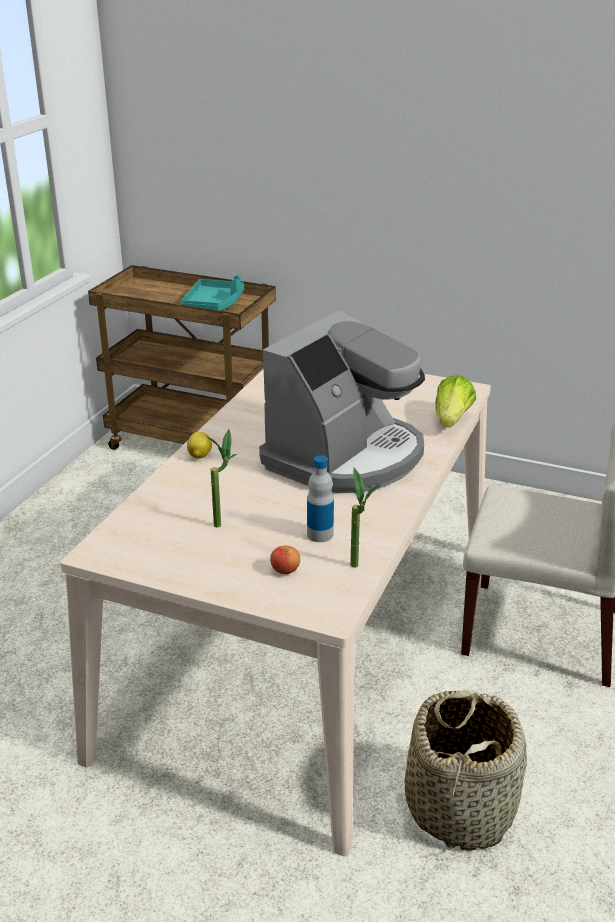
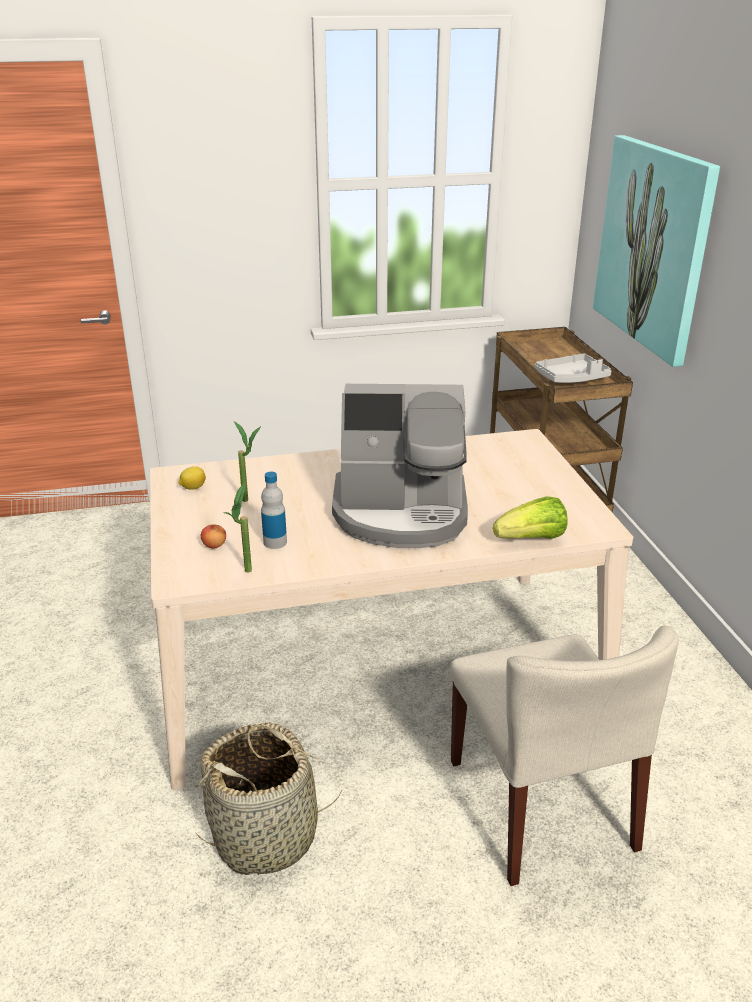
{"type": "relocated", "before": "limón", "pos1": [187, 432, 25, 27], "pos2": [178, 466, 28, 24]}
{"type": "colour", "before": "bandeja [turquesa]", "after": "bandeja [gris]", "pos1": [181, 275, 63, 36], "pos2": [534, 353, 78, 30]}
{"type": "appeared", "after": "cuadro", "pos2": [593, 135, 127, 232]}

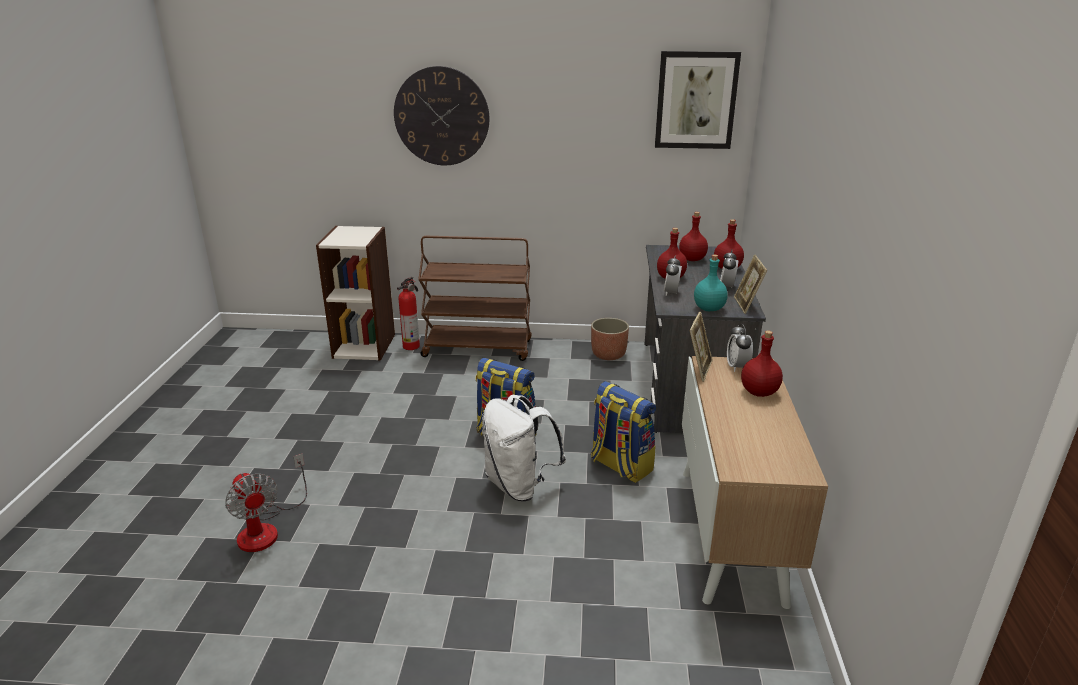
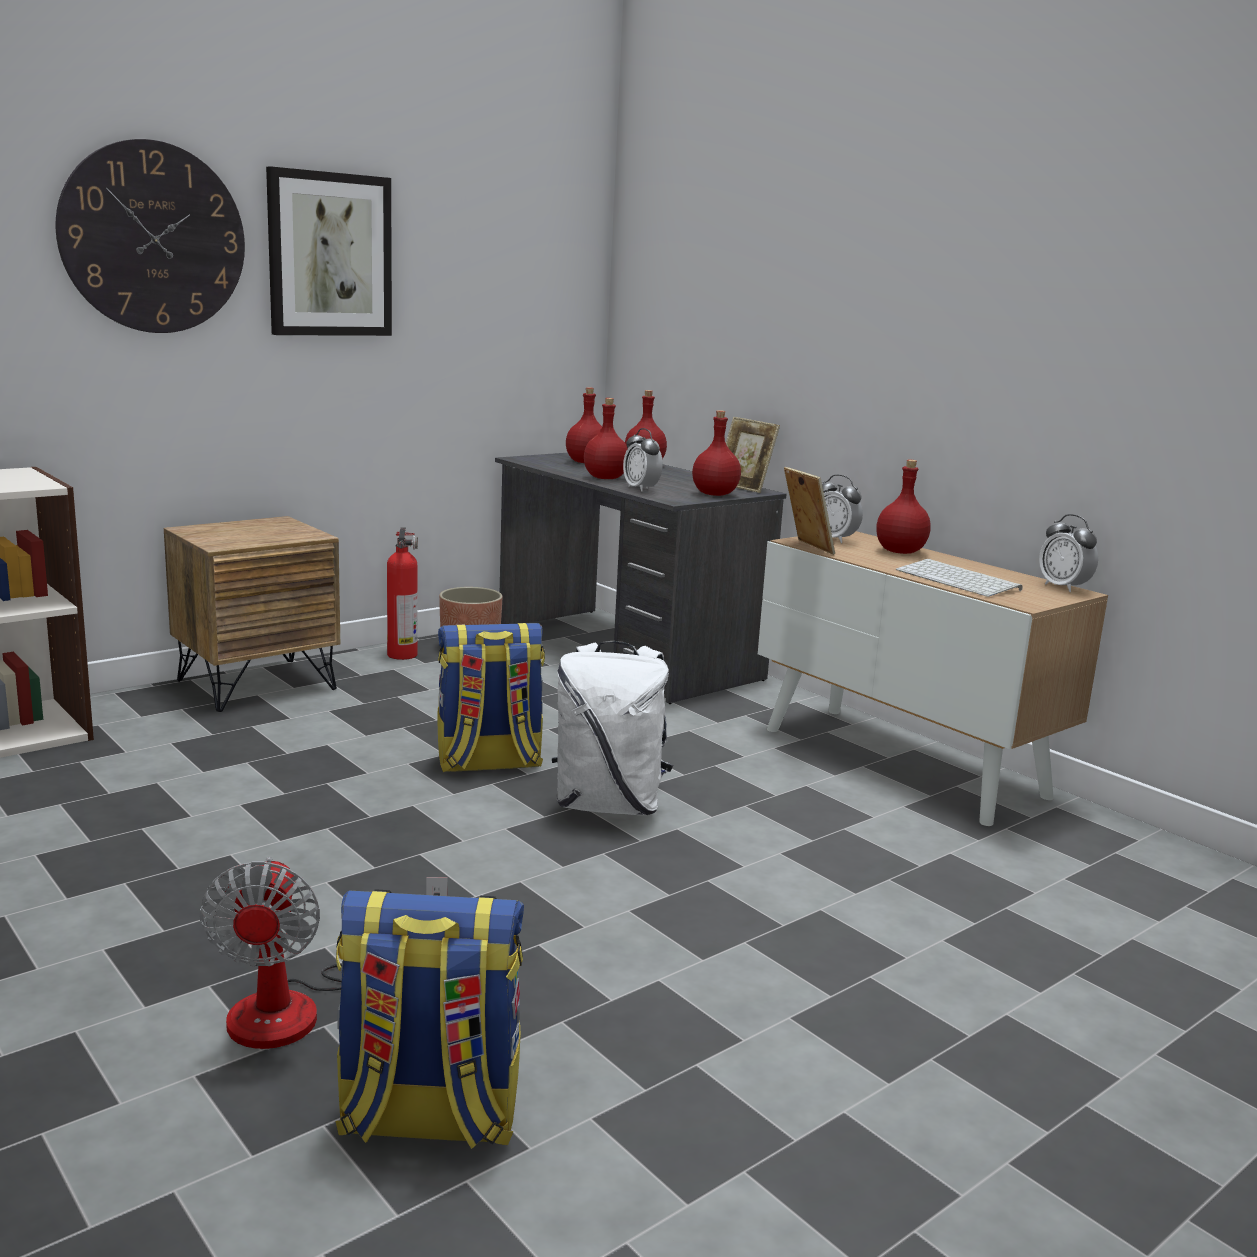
{"type": "exchanged", "before": "carrito [marrón]", "after": "mesita de noche [marrón]", "pos1": [418, 236, 114, 125], "pos2": [164, 516, 176, 196]}
{"type": "spun", "before": "ventilador", "pos1": [225, 453, 82, 99], "pos2": [199, 857, 249, 192], "turn": 75}
{"type": "relocated", "before": "cuadro", "pos1": [655, 51, 86, 98], "pos2": [266, 166, 126, 170]}
{"type": "relocated", "before": "mochila", "pos1": [591, 381, 65, 102], "pos2": [336, 889, 188, 260]}
{"type": "relocated", "before": "extintor", "pos1": [397, 277, 23, 73], "pos2": [387, 528, 31, 132]}
{"type": "colour", "before": "botella [turquesa]", "after": "botella [rojo]", "pos1": [694, 254, 34, 57], "pos2": [692, 410, 49, 86]}
{"type": "appeared", "after": "teclado", "pos2": [896, 559, 127, 38]}
{"type": "relocated", "before": "despertador", "pos1": [720, 250, 18, 38], "pos2": [1039, 514, 59, 78]}

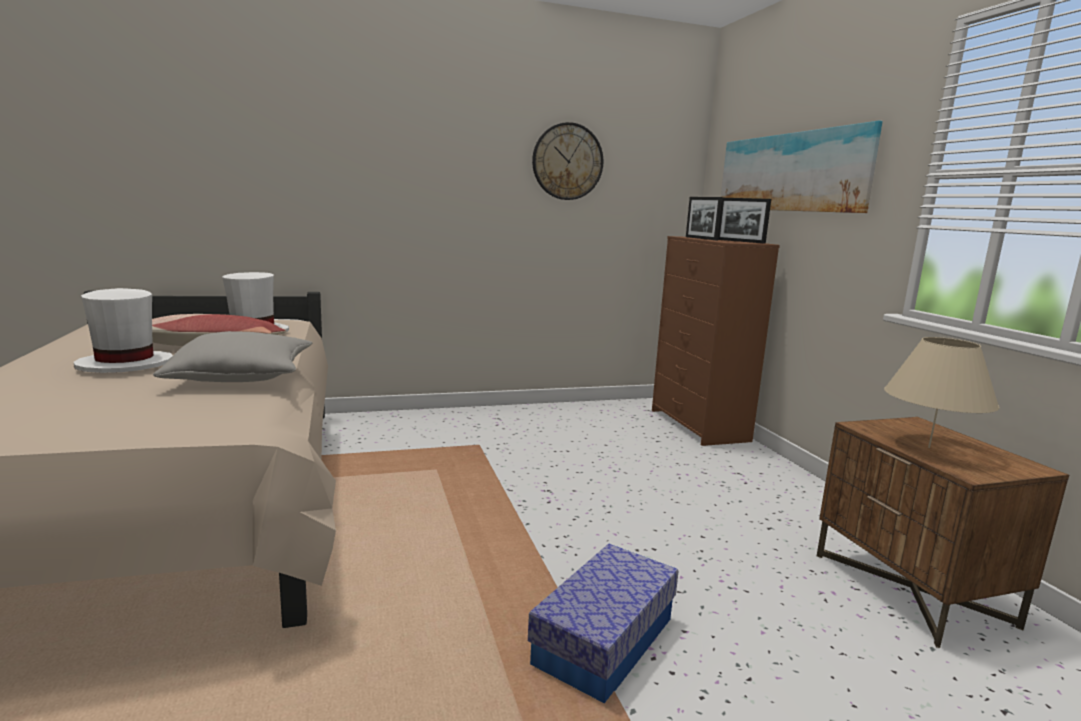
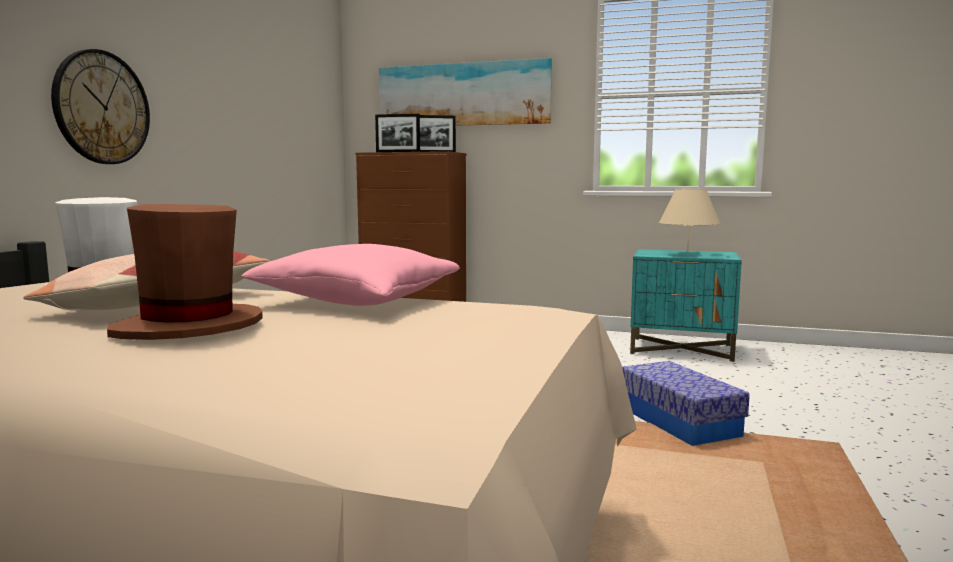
{"type": "relocated", "before": "reloj de pared", "pos1": [532, 122, 71, 78], "pos2": [51, 49, 99, 115]}
{"type": "colour", "before": "sombrero [blanco]", "after": "sombrero [marrón]", "pos1": [74, 288, 99, 85], "pos2": [107, 204, 156, 136]}
{"type": "colour", "before": "cojín [gris]", "after": "cojín [rosa]", "pos1": [153, 331, 159, 51], "pos2": [241, 244, 219, 62]}
{"type": "colour", "before": "mesita de noche [marrón]", "after": "mesita de noche [turquesa]", "pos1": [816, 417, 253, 231], "pos2": [630, 249, 112, 113]}

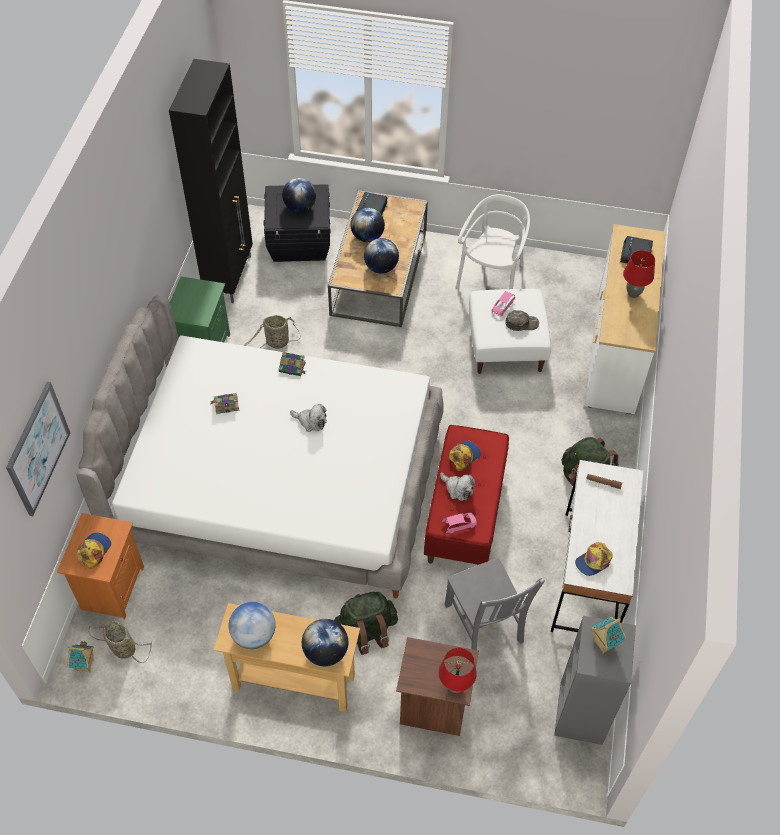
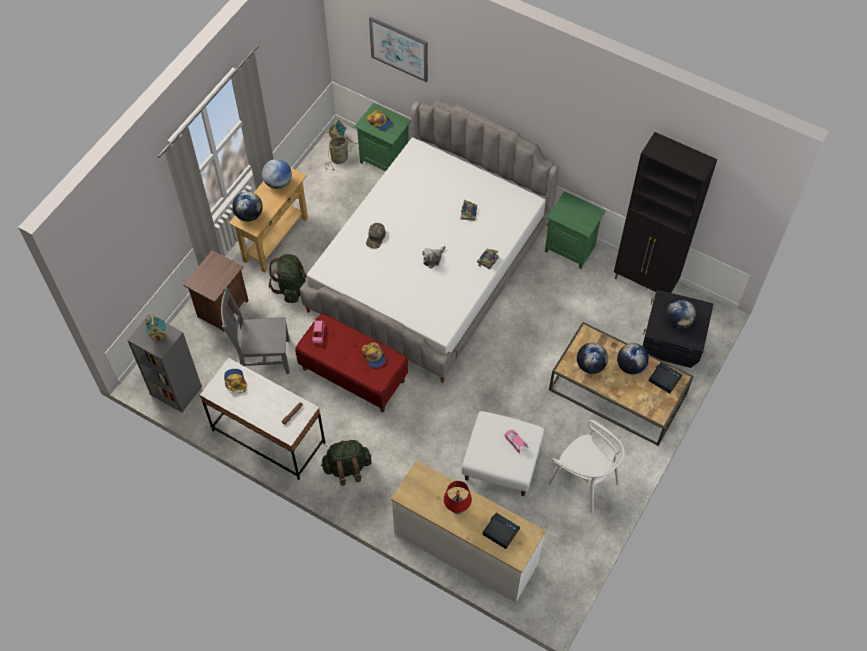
{"type": "colour", "before": "mesita de noche [naranja]", "after": "mesita de noche [verde]", "pos1": [57, 513, 87, 107], "pos2": [354, 103, 57, 68]}
{"type": "relocated", "before": "gorra [verde]", "pos1": [505, 310, 34, 21], "pos2": [366, 223, 20, 26]}
{"type": "missing", "before": "cesta", "pos1": [244, 315, 57, 34]}
{"type": "missing", "before": "lámpara de mesa [rojo]", "pos1": [439, 647, 38, 46]}
{"type": "missing", "before": "peluche", "pos1": [440, 472, 35, 29]}

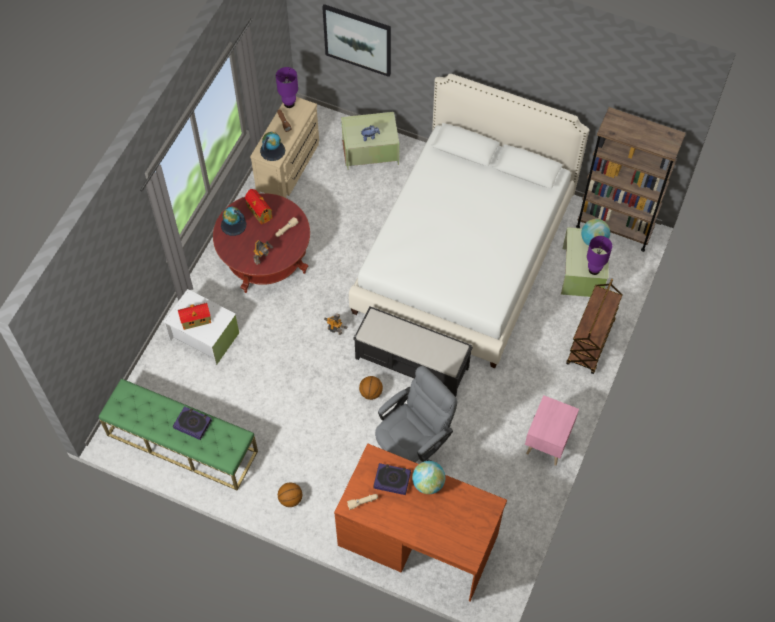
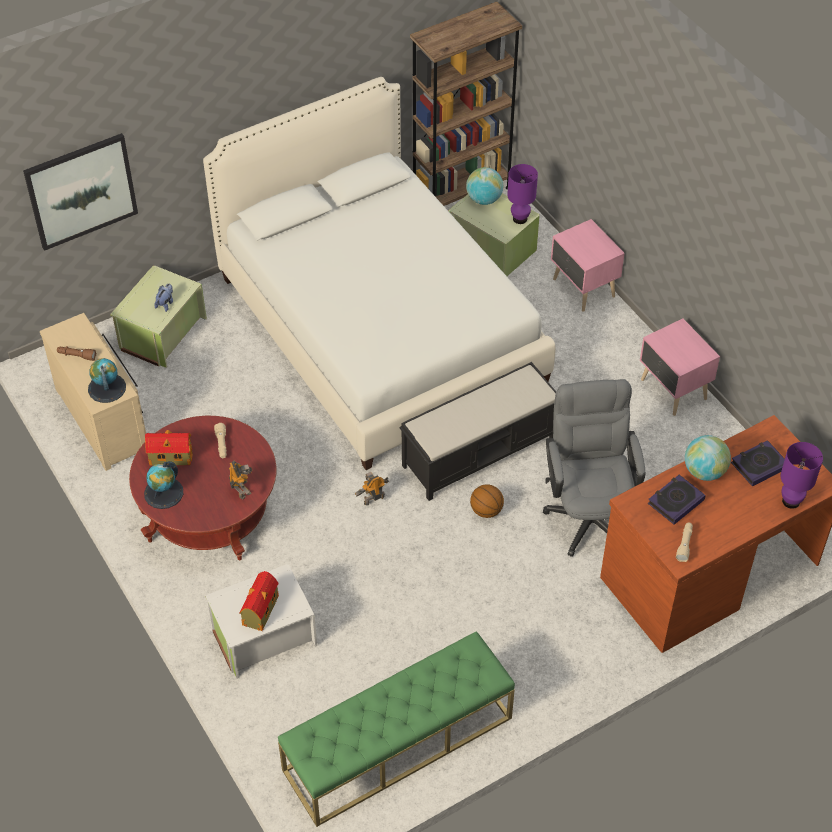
{"type": "exchanged", "before": "carrito [marrón]", "after": "mesita de noche [rosa]", "pos1": [566, 279, 57, 95], "pos2": [551, 219, 74, 93]}
{"type": "relocated", "before": "libro", "pos1": [173, 406, 39, 34], "pos2": [731, 440, 54, 47]}
{"type": "relocated", "before": "lámpara de mesa [morado]", "pos1": [276, 67, 22, 41], "pos2": [781, 442, 42, 67]}
{"type": "missing", "before": "balón de baloncesto", "pos1": [278, 482, 24, 25]}

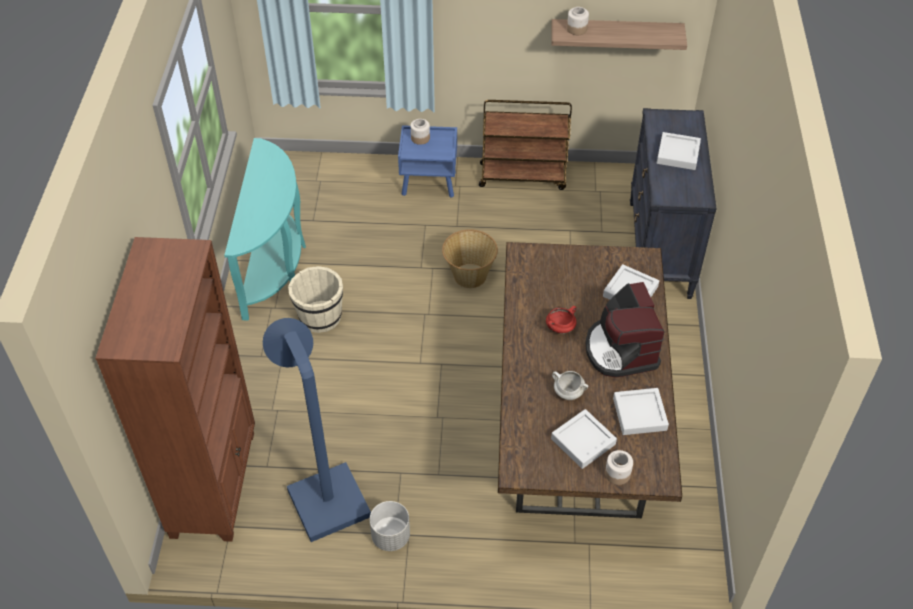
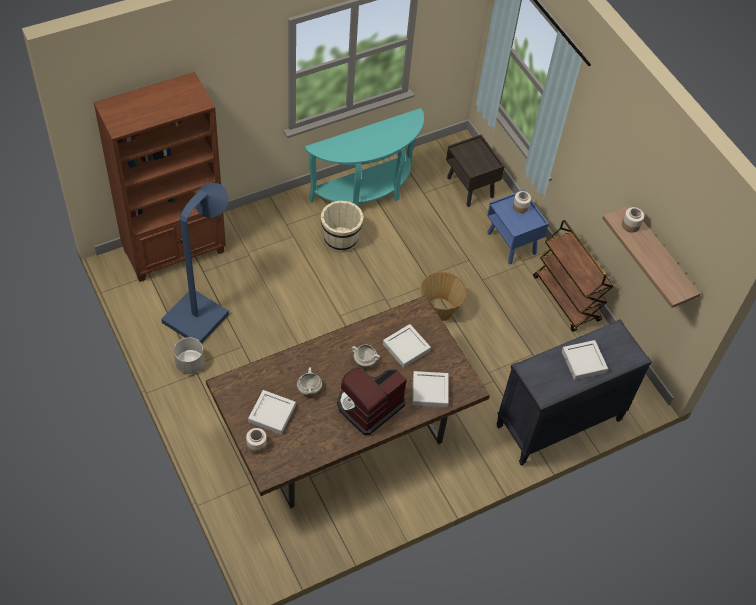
{"type": "colour", "before": "olla [rojo]", "after": "olla [blanco]", "pos1": [546, 306, 31, 28], "pos2": [352, 344, 28, 23]}
{"type": "relocated", "before": "bandeja [gris]", "pos1": [613, 388, 56, 47], "pos2": [383, 324, 48, 44]}
{"type": "appeared", "after": "mesita de noche [marrón]", "pos2": [446, 135, 59, 72]}

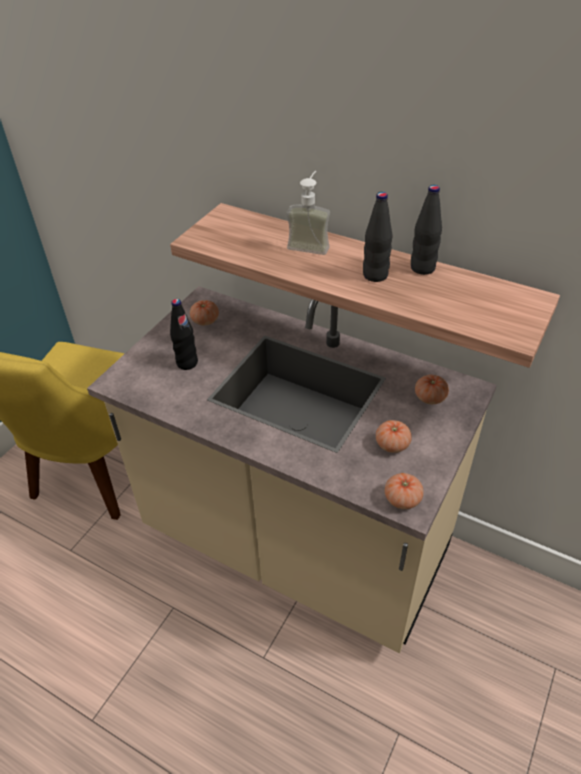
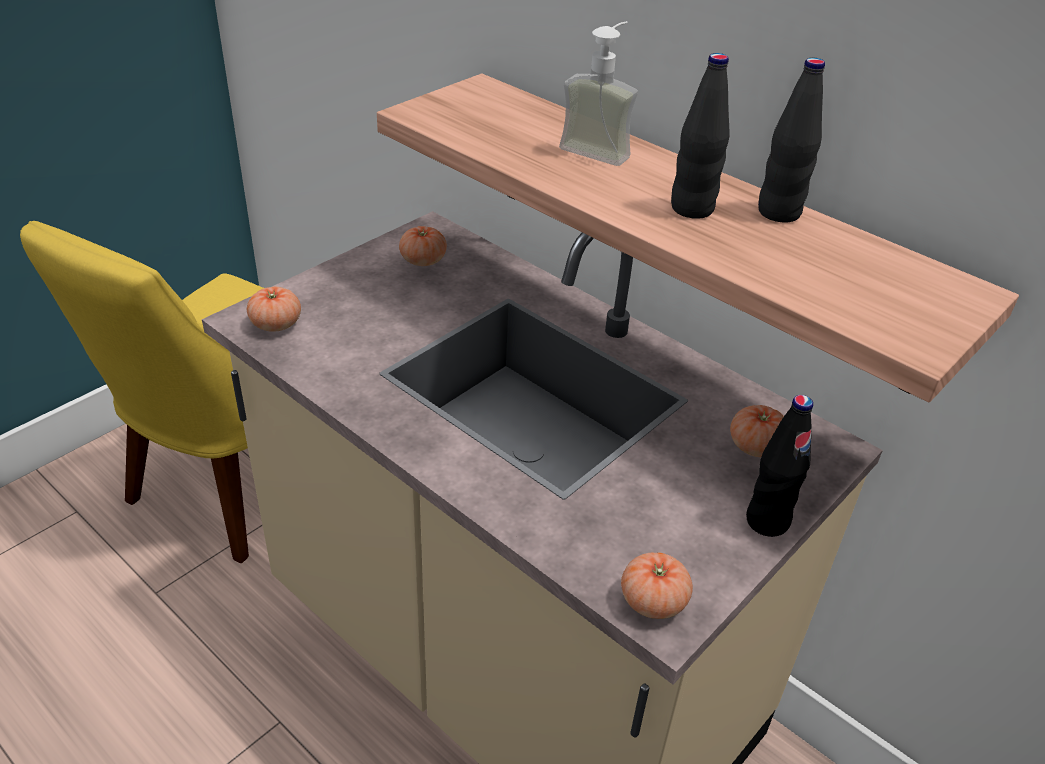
{"type": "relocated", "before": "tomate", "pos1": [376, 420, 36, 33], "pos2": [247, 287, 54, 45]}
{"type": "relocated", "before": "botella [negro]", "pos1": [170, 299, 28, 71], "pos2": [746, 395, 67, 142]}

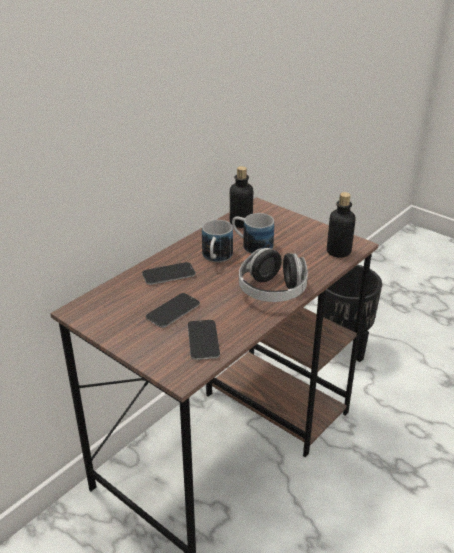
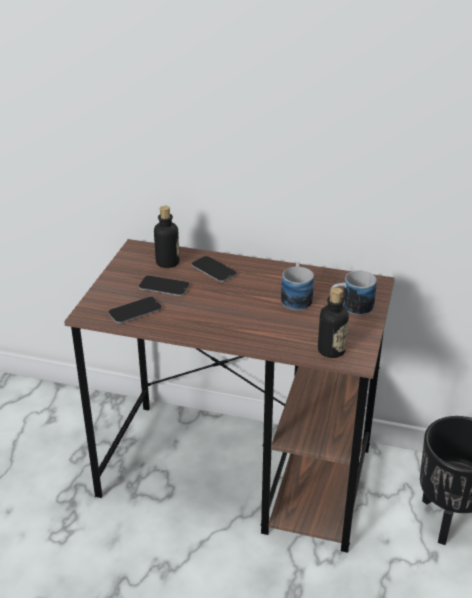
{"type": "relocated", "before": "botella", "pos1": [230, 166, 23, 62], "pos2": [154, 206, 26, 62]}
{"type": "relocated", "before": "taza grande", "pos1": [202, 220, 31, 42], "pos2": [330, 271, 47, 44]}
{"type": "missing", "before": "auriculares", "pos1": [239, 248, 69, 54]}

